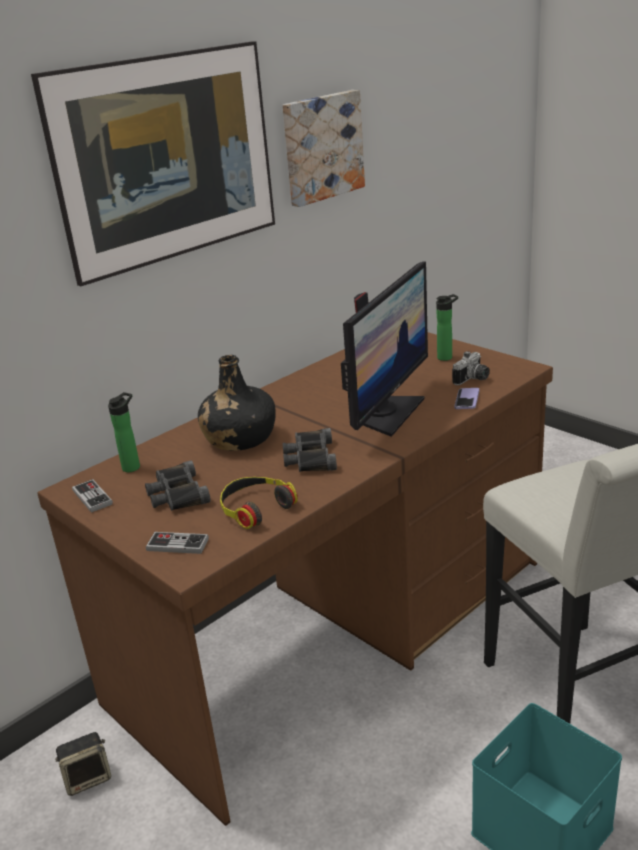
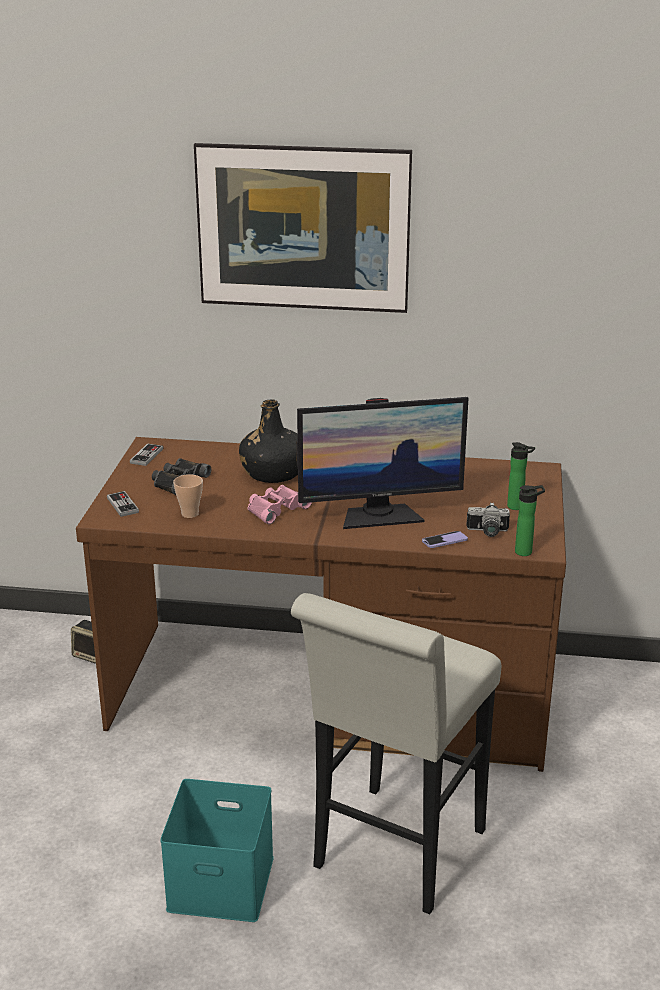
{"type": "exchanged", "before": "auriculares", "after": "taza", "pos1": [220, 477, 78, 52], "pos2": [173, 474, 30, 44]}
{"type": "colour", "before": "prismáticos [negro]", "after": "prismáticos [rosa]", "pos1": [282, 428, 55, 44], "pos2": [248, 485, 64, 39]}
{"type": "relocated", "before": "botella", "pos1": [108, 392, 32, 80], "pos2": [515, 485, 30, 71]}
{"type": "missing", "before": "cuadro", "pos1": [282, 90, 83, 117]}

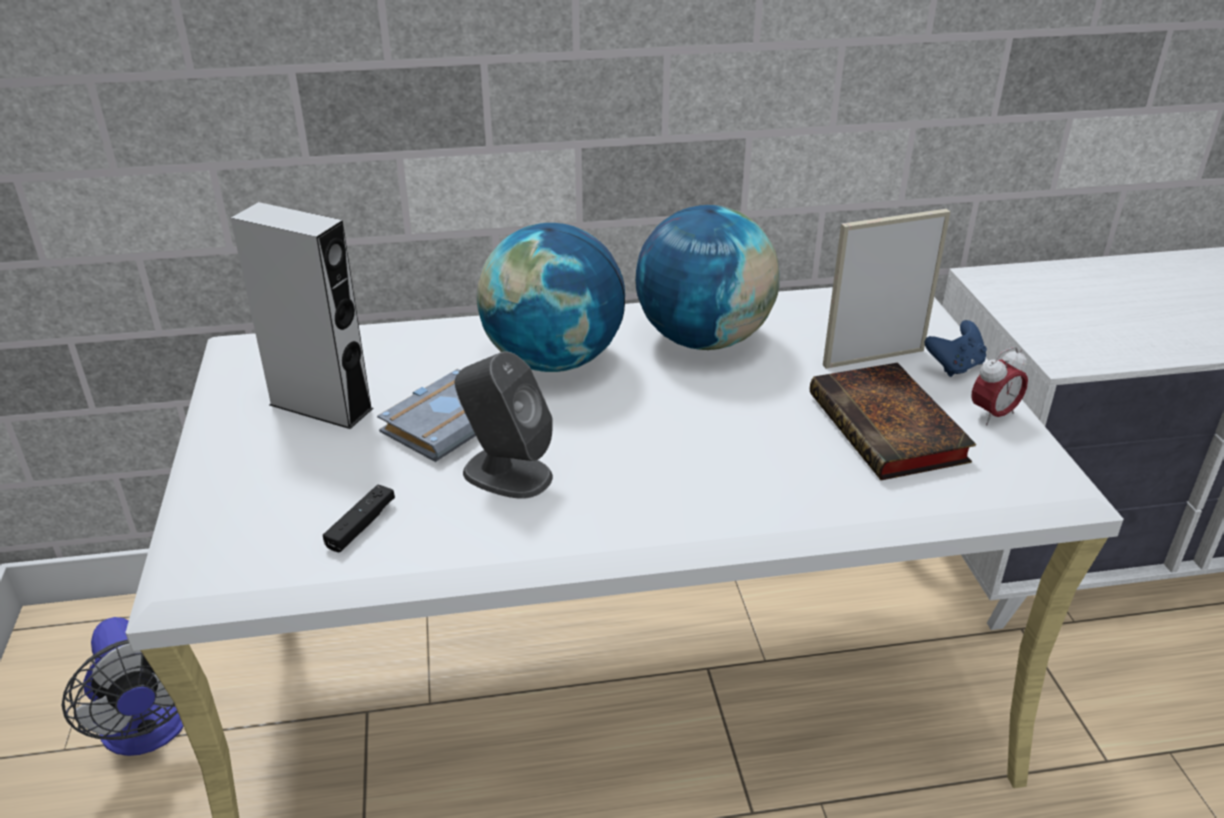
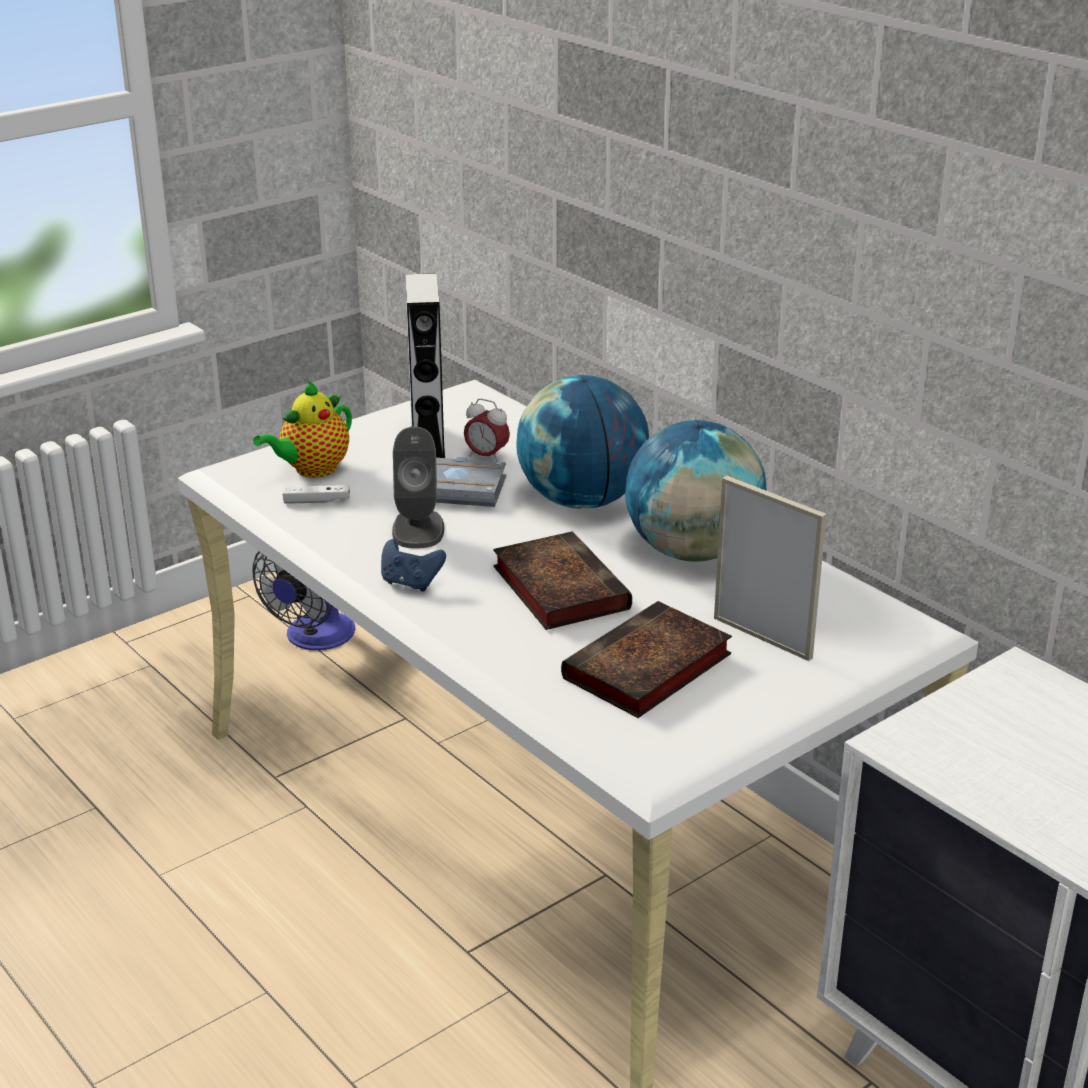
{"type": "appeared", "after": "tetera", "pos2": [253, 380, 99, 98]}
{"type": "colour", "before": "mando de consola [negro]", "after": "mando de consola [blanco]", "pos1": [323, 485, 72, 67], "pos2": [282, 485, 68, 19]}
{"type": "relocated", "before": "mando de consola [azul]", "pos1": [924, 320, 63, 57], "pos2": [381, 539, 65, 53]}
{"type": "relocated", "before": "despertador", "pos1": [971, 347, 57, 79], "pos2": [464, 399, 46, 63]}
{"type": "appeared", "after": "libro", "pos2": [493, 531, 139, 99]}

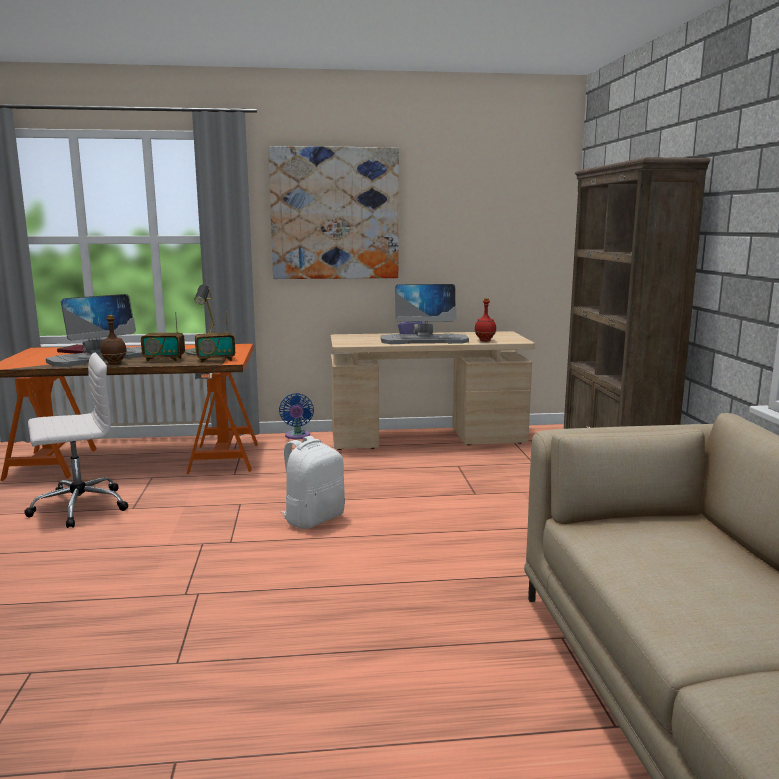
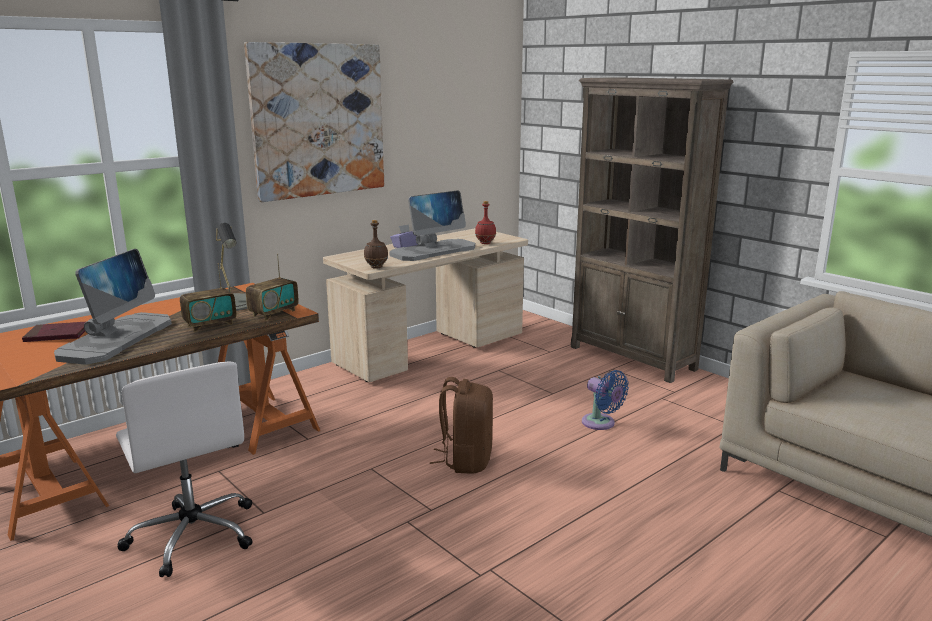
{"type": "spun", "before": "silla de oficina [blanco]", "pos1": [24, 352, 104, 176], "pos2": [116, 361, 137, 216], "turn": 120}
{"type": "relocated", "before": "botella [marrón]", "pos1": [100, 315, 27, 50], "pos2": [364, 220, 24, 49]}
{"type": "colour", "before": "mochila [blanco]", "after": "mochila [marrón]", "pos1": [281, 436, 64, 93], "pos2": [430, 377, 63, 97]}
{"type": "relocated", "before": "ventilador [azul]", "pos1": [279, 393, 35, 46], "pos2": [582, 370, 47, 60]}

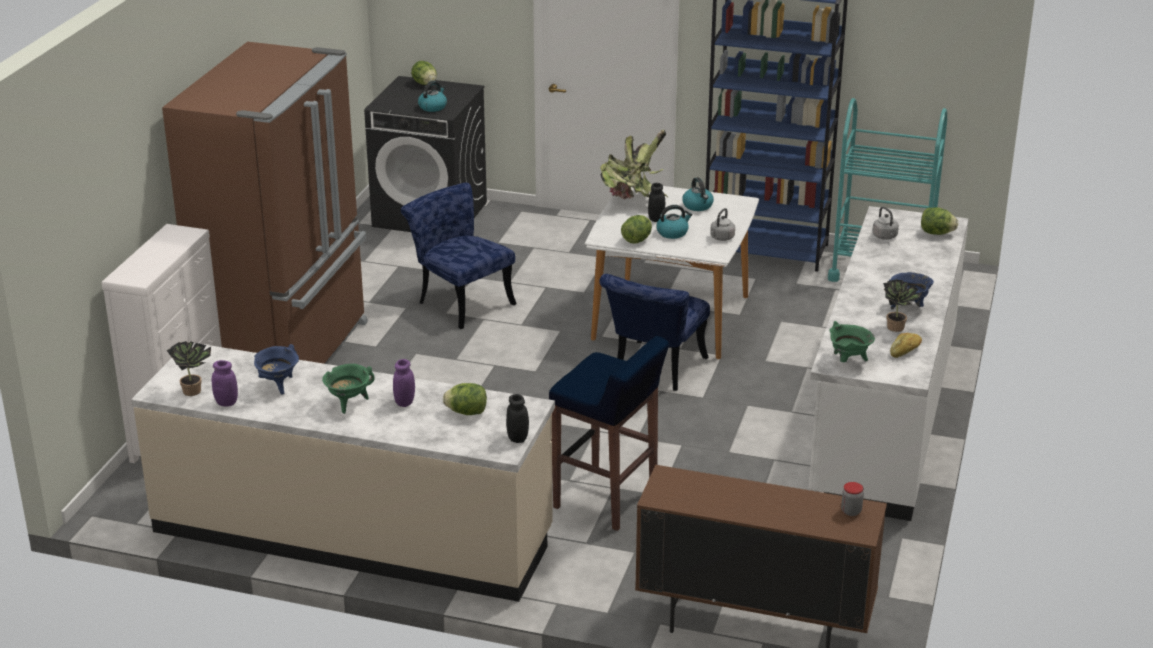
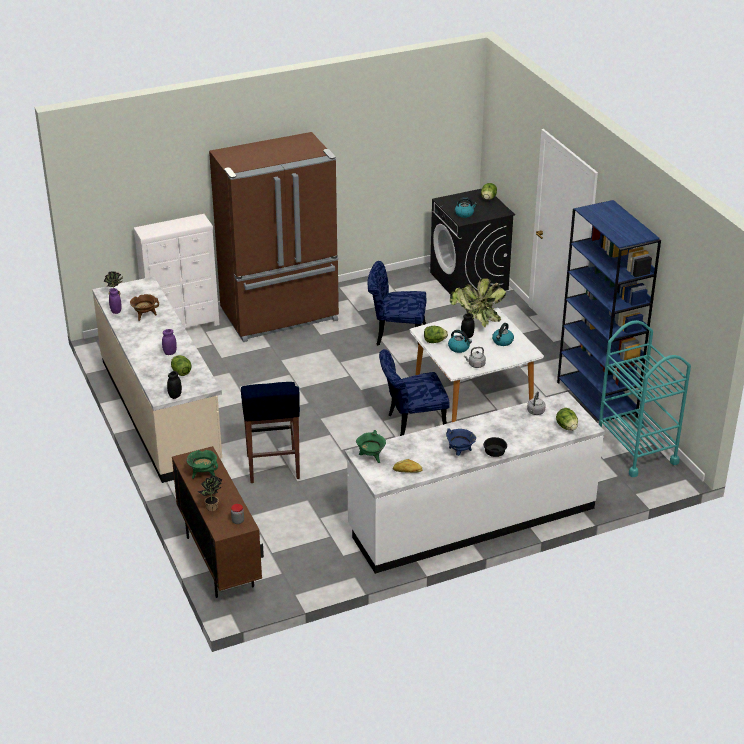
{"type": "colour", "before": "olla [azul]", "after": "olla [marrón]", "pos1": [254, 344, 45, 51], "pos2": [130, 294, 29, 27]}
{"type": "relocated", "before": "olla [verde]", "pos1": [322, 364, 53, 50], "pos2": [187, 450, 31, 29]}
{"type": "relocated", "before": "planta en maceta", "pos1": [883, 279, 40, 53], "pos2": [198, 475, 25, 36]}
{"type": "spun", "before": "silla [azul]", "pos1": [401, 183, 116, 146], "pos2": [367, 261, 59, 85], "turn": -90}
{"type": "appeared", "after": "cuenco [negro]", "pos2": [483, 437, 24, 20]}

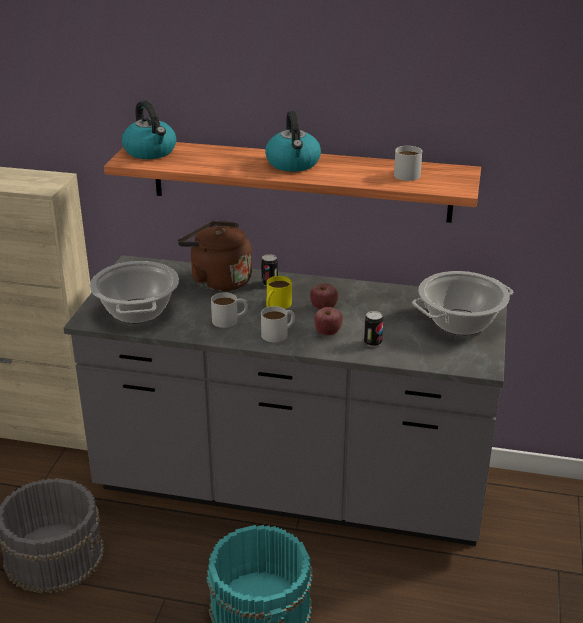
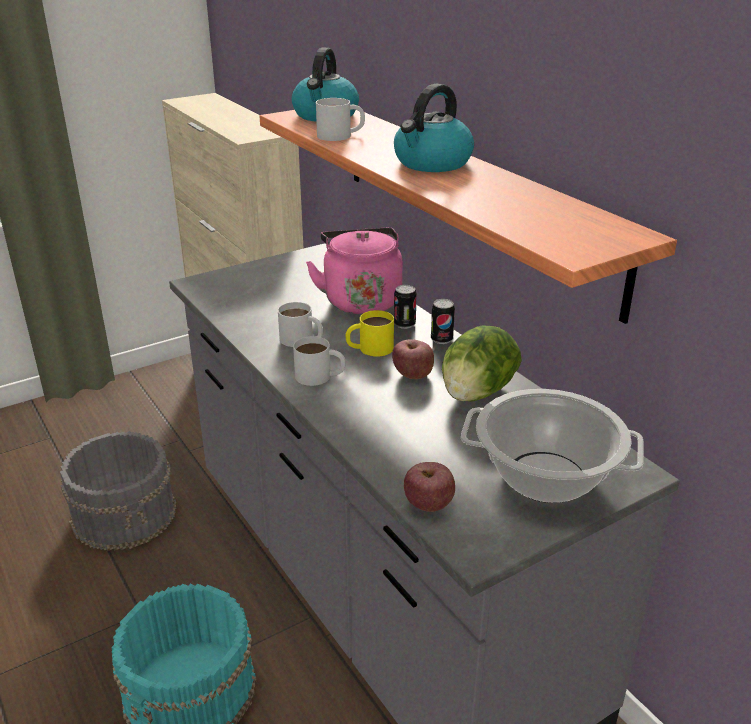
{"type": "colour", "before": "hervidor [marrón]", "after": "hervidor [rosa]", "pos1": [178, 221, 74, 71], "pos2": [306, 228, 97, 86]}
{"type": "relocated", "before": "taza grande [blanco]", "pos1": [394, 146, 28, 35], "pos2": [316, 98, 49, 43]}
{"type": "relocated", "before": "manzana", "pos1": [314, 307, 29, 28], "pos2": [404, 462, 51, 50]}
{"type": "relocated", "before": "lata", "pos1": [364, 311, 19, 36], "pos2": [431, 299, 24, 45]}
{"type": "appeared", "after": "lechuga", "pos2": [442, 326, 80, 76]}
{"type": "missing", "before": "olla", "pos1": [90, 261, 89, 62]}

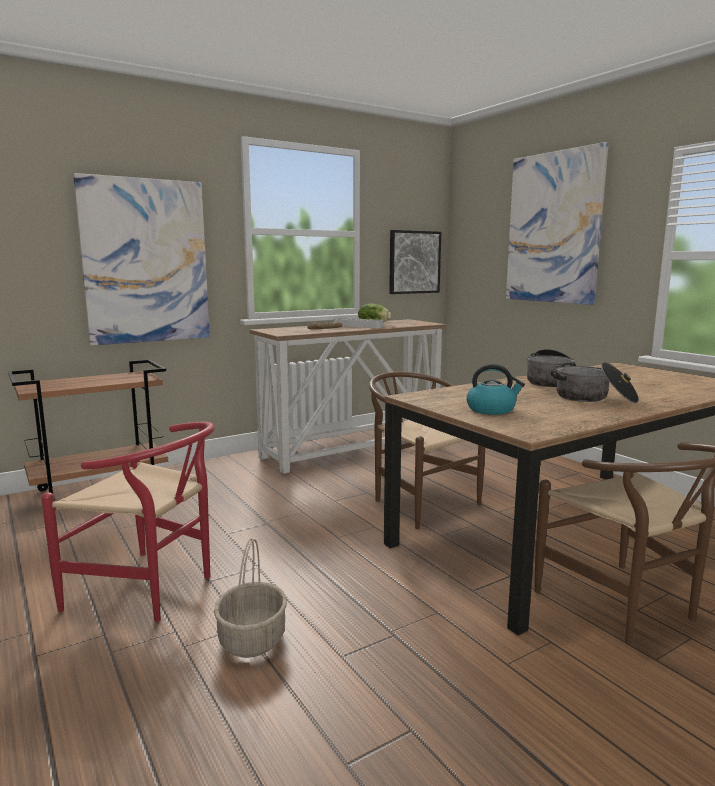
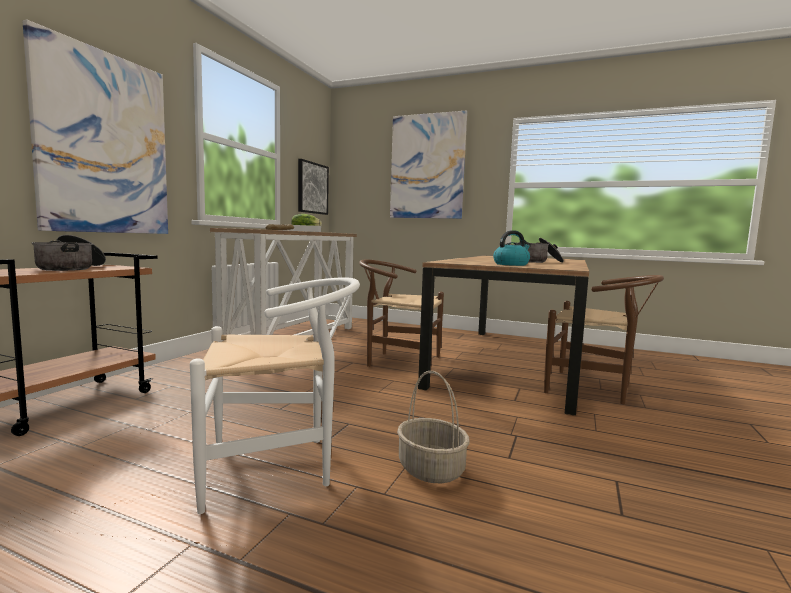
{"type": "relocated", "before": "olla", "pos1": [527, 349, 49, 38], "pos2": [31, 235, 75, 36]}
{"type": "colour", "before": "silla [rojo]", "after": "silla [blanco]", "pos1": [41, 422, 174, 200], "pos2": [190, 277, 170, 237]}

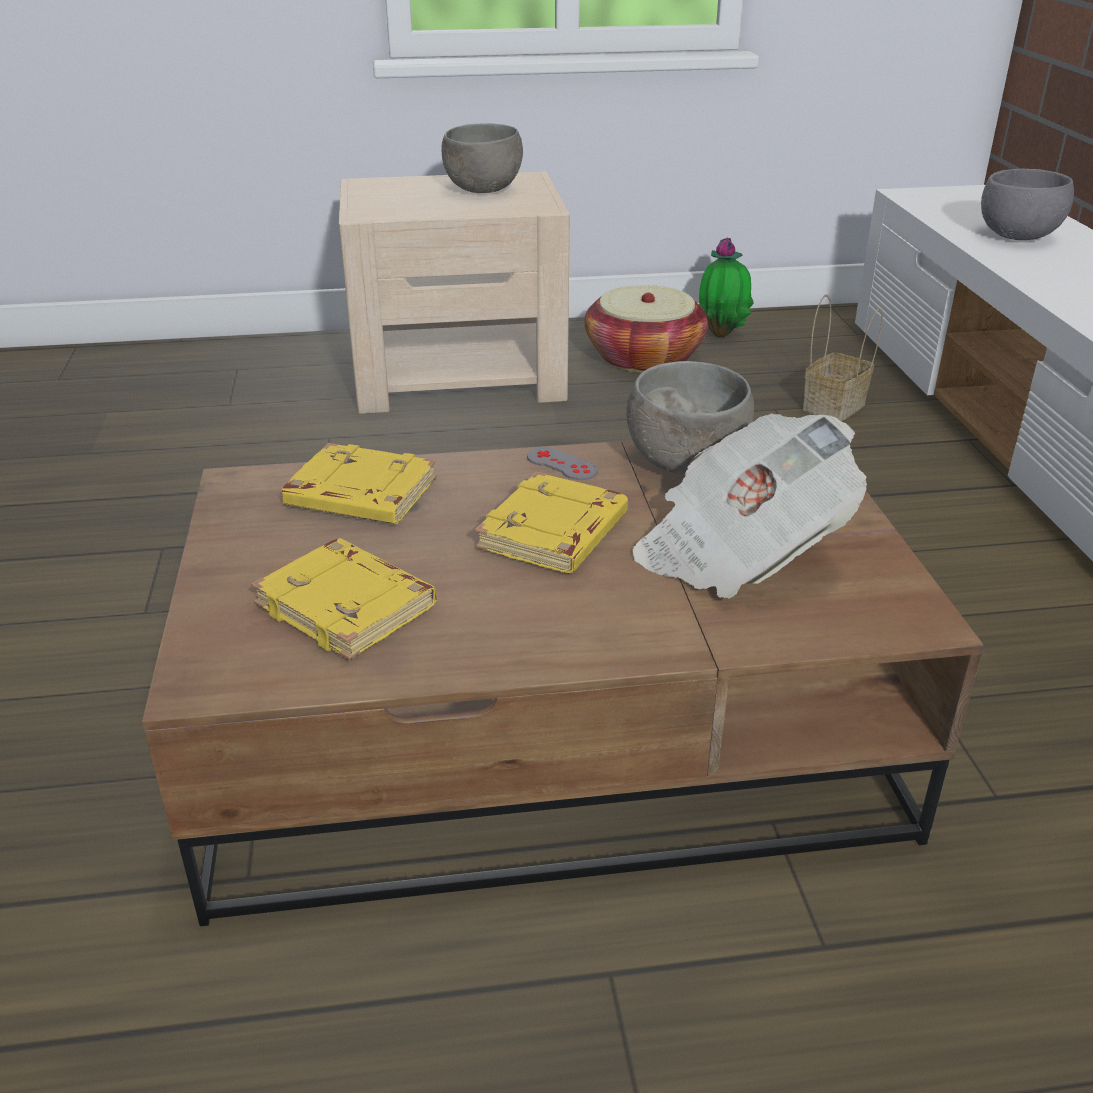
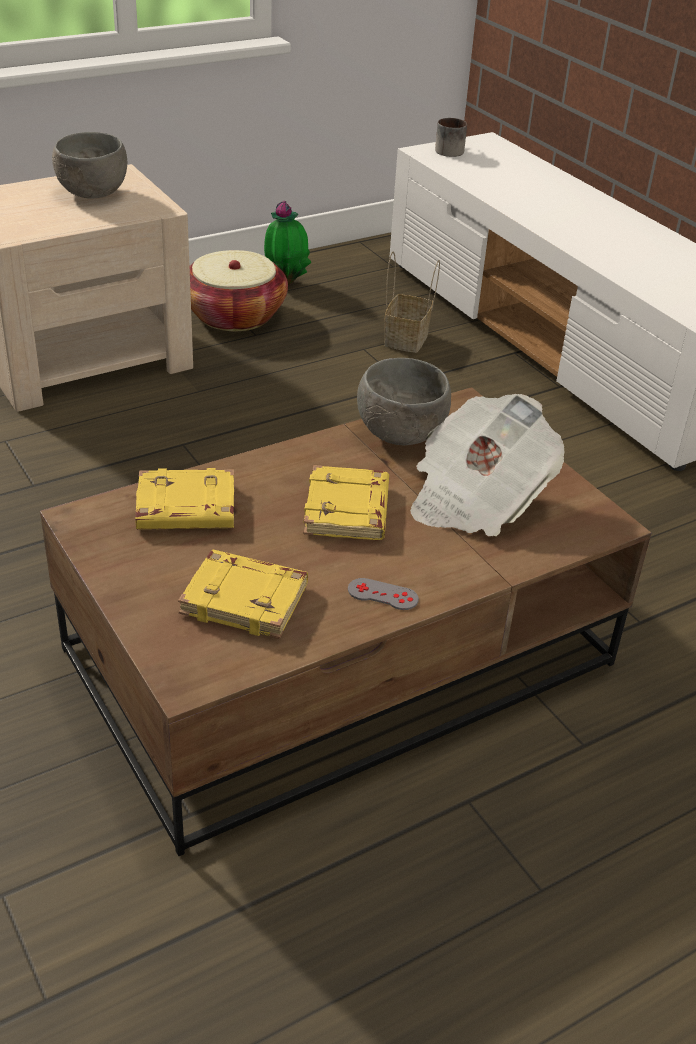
{"type": "relocated", "before": "mando de consola [gris]", "pos1": [527, 447, 71, 33], "pos2": [348, 578, 71, 32]}
{"type": "appeared", "after": "taza grande", "pos2": [435, 118, 32, 39]}
{"type": "missing", "before": "cuenco [gris]", "pos1": [981, 169, 93, 71]}

